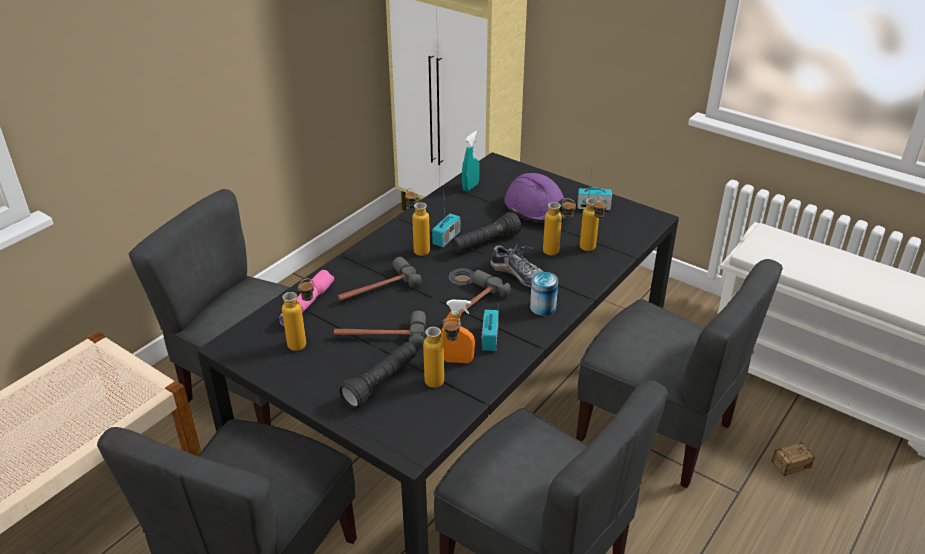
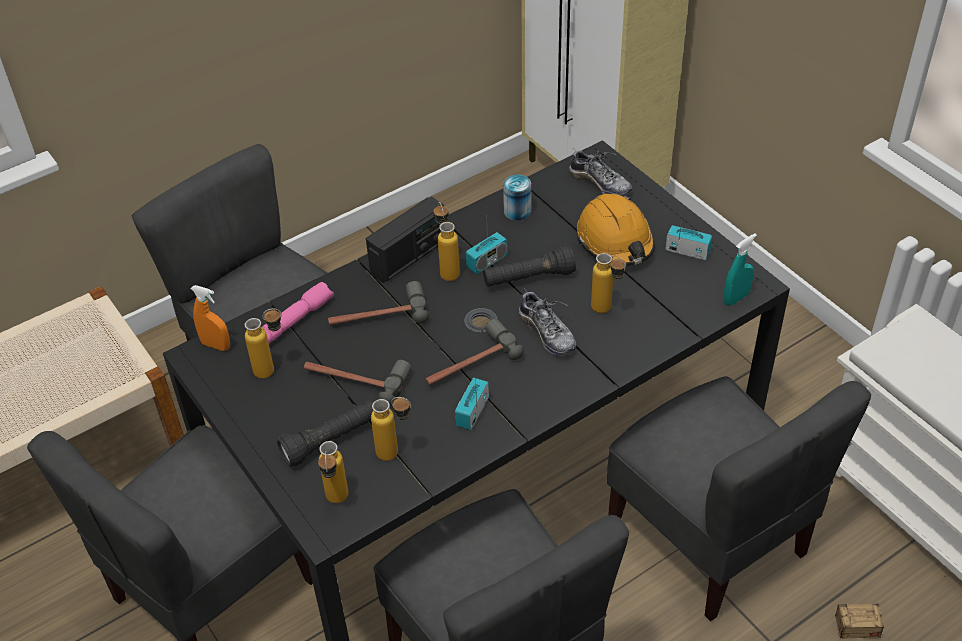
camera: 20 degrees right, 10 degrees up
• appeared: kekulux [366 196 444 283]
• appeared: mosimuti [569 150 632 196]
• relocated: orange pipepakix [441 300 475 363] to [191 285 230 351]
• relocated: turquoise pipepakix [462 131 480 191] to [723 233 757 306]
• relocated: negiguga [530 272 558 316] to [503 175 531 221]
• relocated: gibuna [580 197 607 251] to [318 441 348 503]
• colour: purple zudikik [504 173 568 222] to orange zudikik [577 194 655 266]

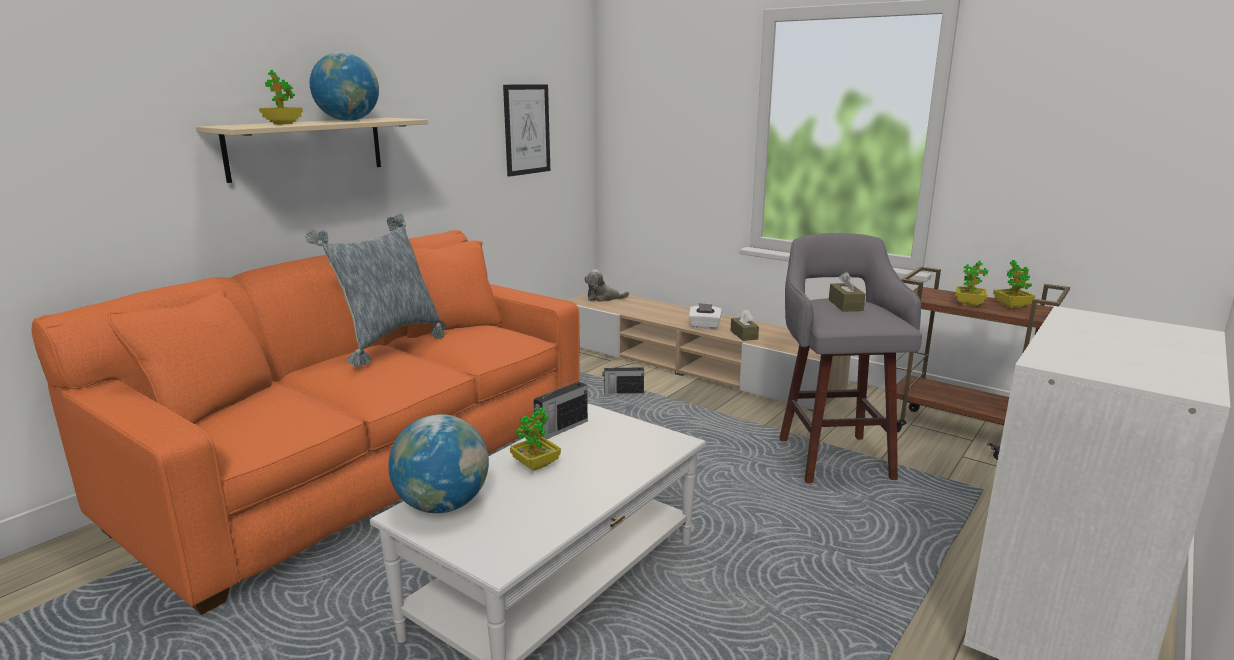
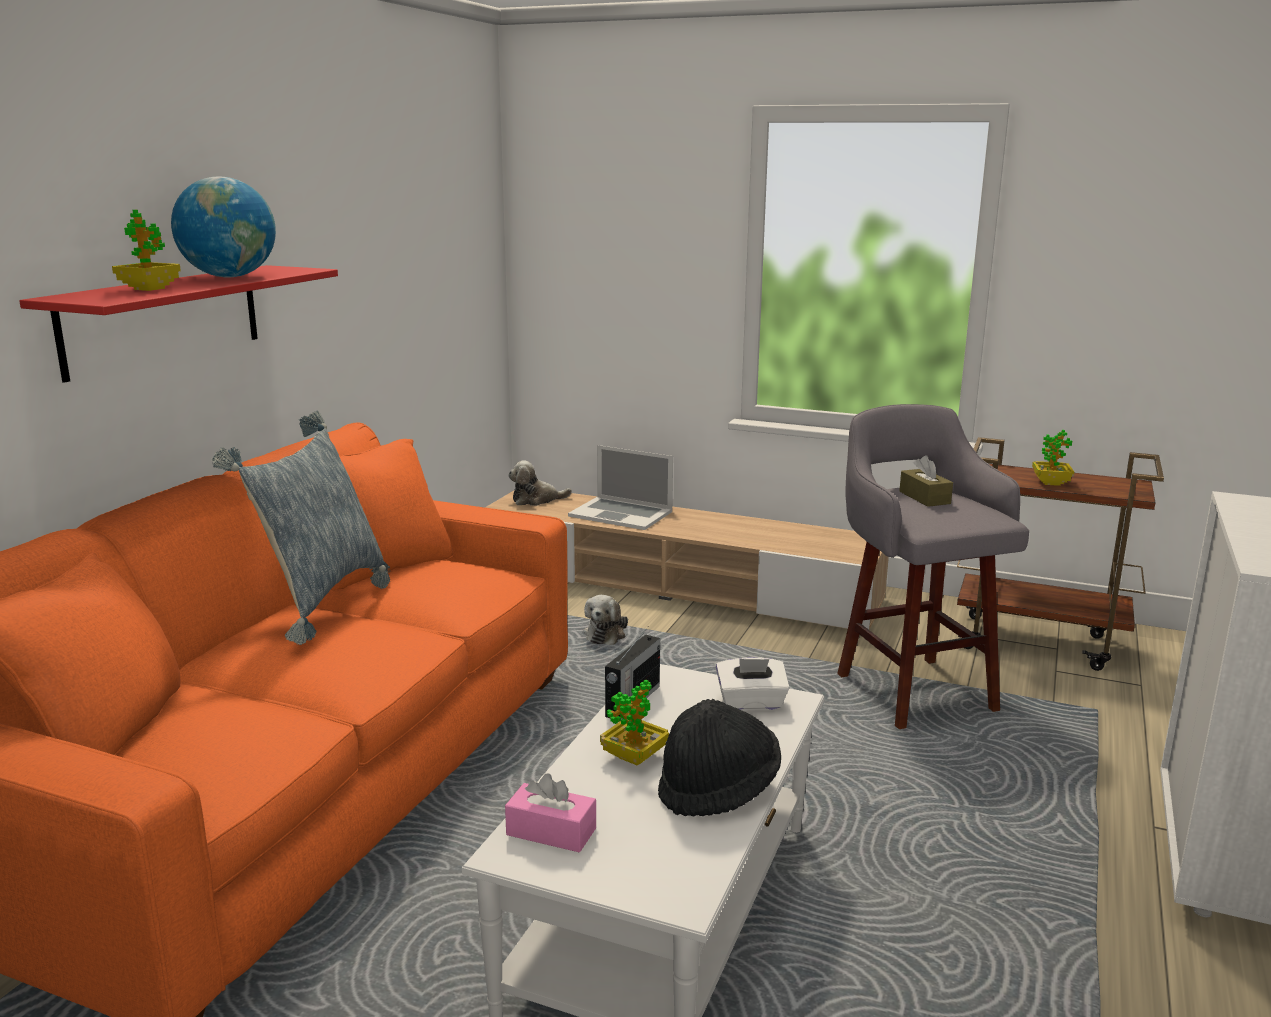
camera: 15 degrees left, 0 degrees up
• missing: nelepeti [503 84 550 177]
• missing: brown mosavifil [731 309 759 341]
• missing: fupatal [993 260 1035 308]
• appeared: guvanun [568 445 673 530]
• appeared: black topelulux [658 699 781 816]
• relocated: white mosavifil [689 303 722 329] to [716 657 789 711]
• exchanged: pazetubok [388 414 489 513] to pink mosavifil [505 773 596 853]
• exchanged: kekulux [603 362 644 395] to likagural [582 595 628 645]
• colour: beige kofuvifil [196 118 428 183] to red kofuvifil [19 265 338 383]

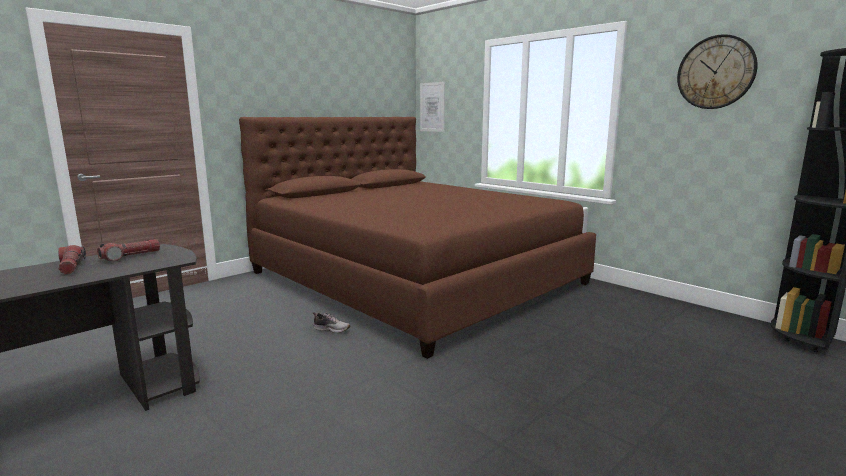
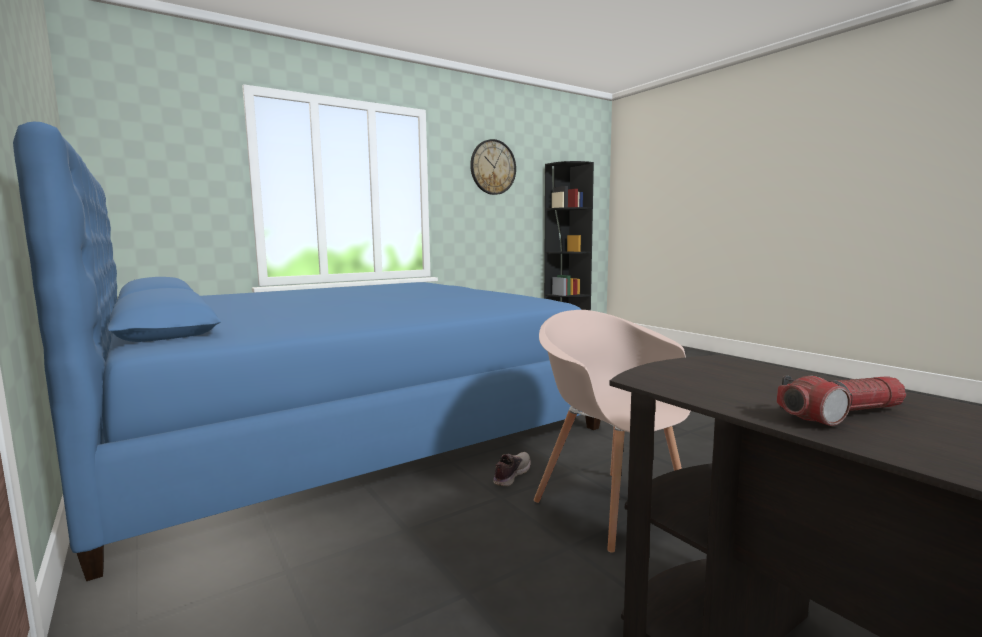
camera: 80 degrees left, 5 degrees down
• missing: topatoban [97 239 160 261]
• missing: nelepeti [420 82 445 132]
• appeared: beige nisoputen [534 310 691 553]
• colour: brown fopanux [239 117 596 359] to blue fopanux [13 122 601 581]

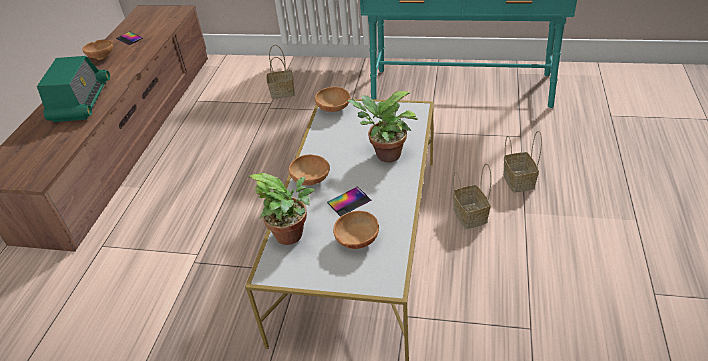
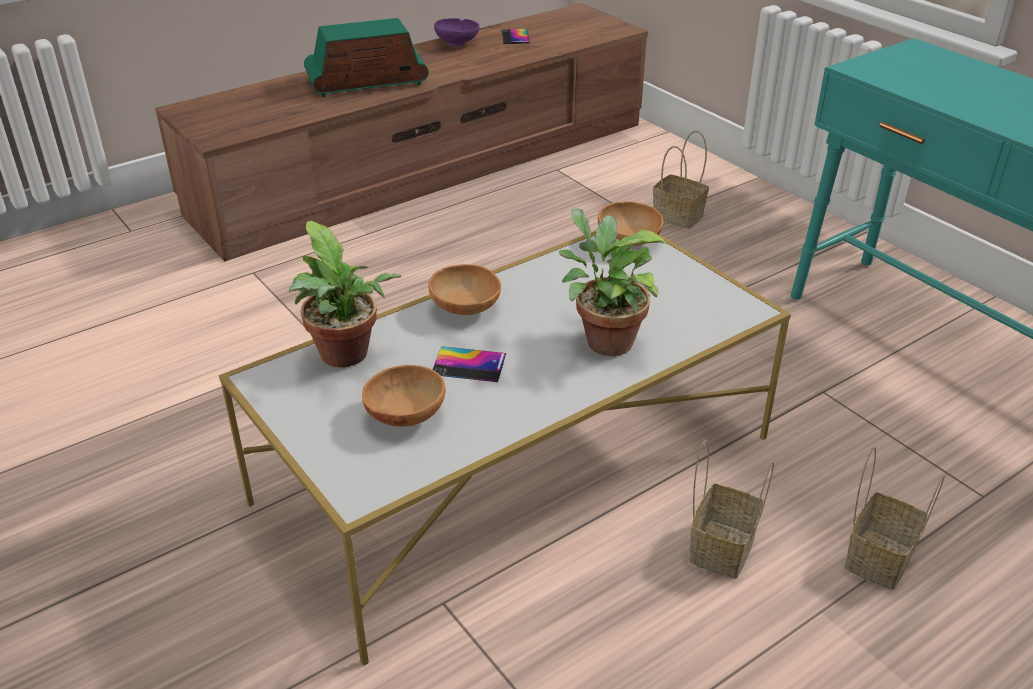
camera: 40 degrees right, 5 degrees down
• colour: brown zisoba [82 39 113 60] to purple zisoba [434 18 479 46]
• spun: kekulux [37 56 110 122] = [304 18 429 97] 150 degrees counterclockwise

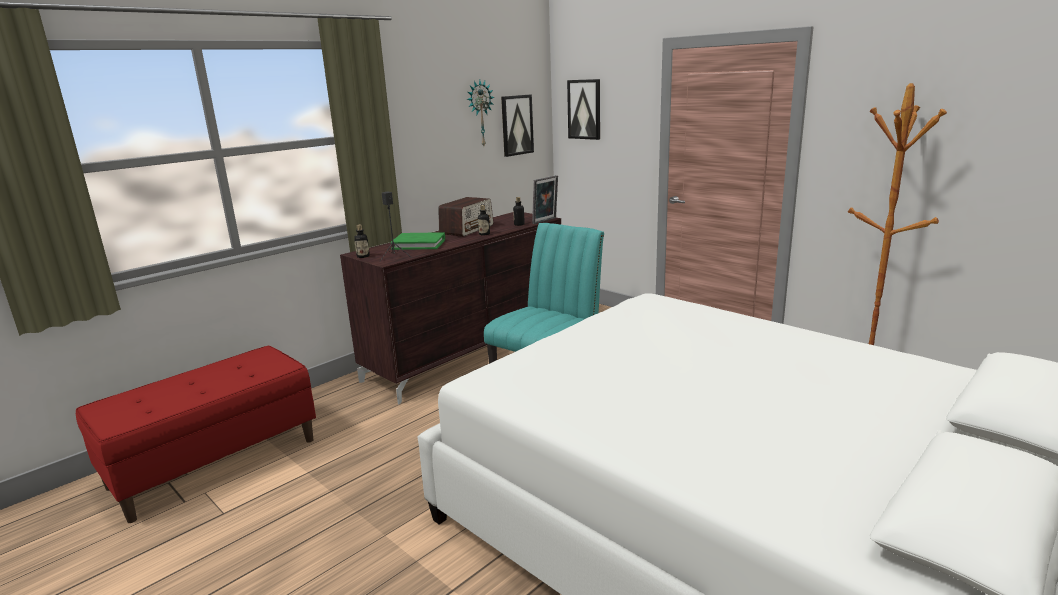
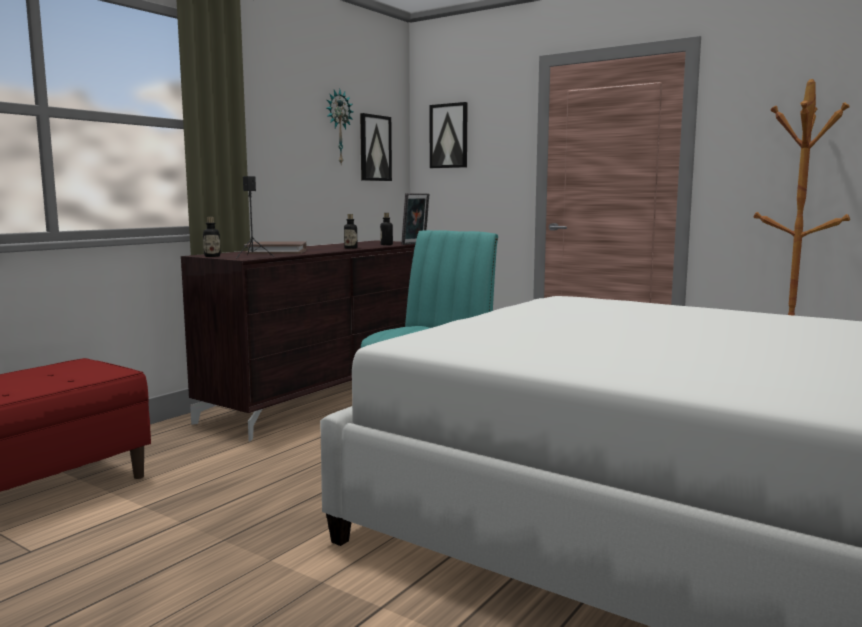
camera: 10 degrees left, 10 degrees down
• missing: kekulux [438 197 494 236]
• colour: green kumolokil [391 232 445 250] to brown kumolokil [244 241 306 254]

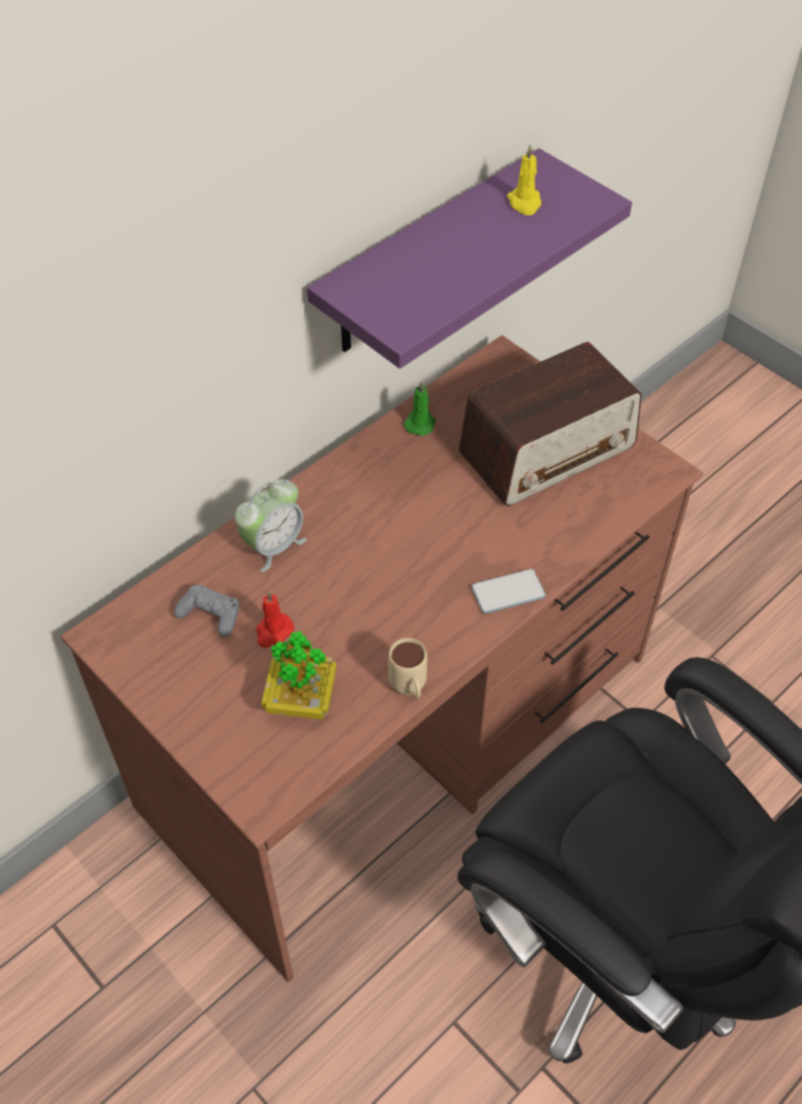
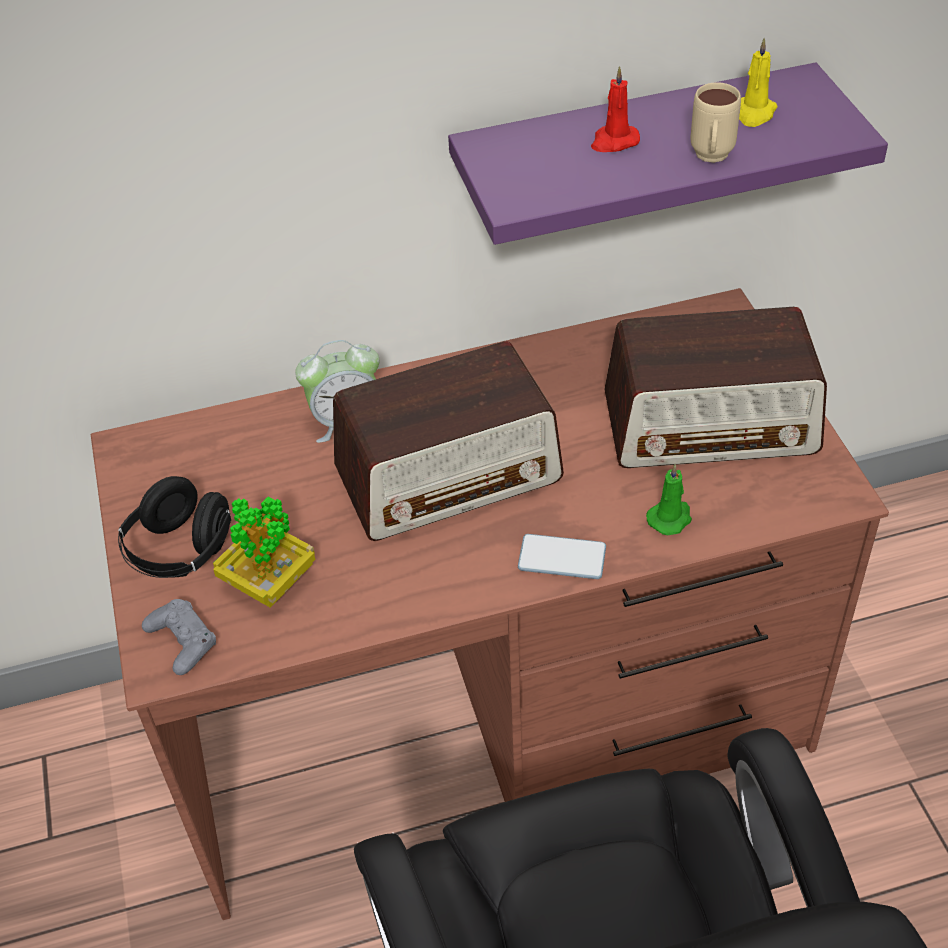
camera: 30 degrees right, 5 degrees down
• appeared: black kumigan [118 476 231 578]
• appeared: kekulux [333 341 564 541]
• relocated: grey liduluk [174 585 239 637] to [142 599 216 675]
• relocated: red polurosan [256 591 294 648] to [591 66 640 152]
• relocated: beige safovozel [388 638 427 698] to [691 82 741 163]
• relocated: green polurosan [404 381 436 436] to [646 464 692 535]

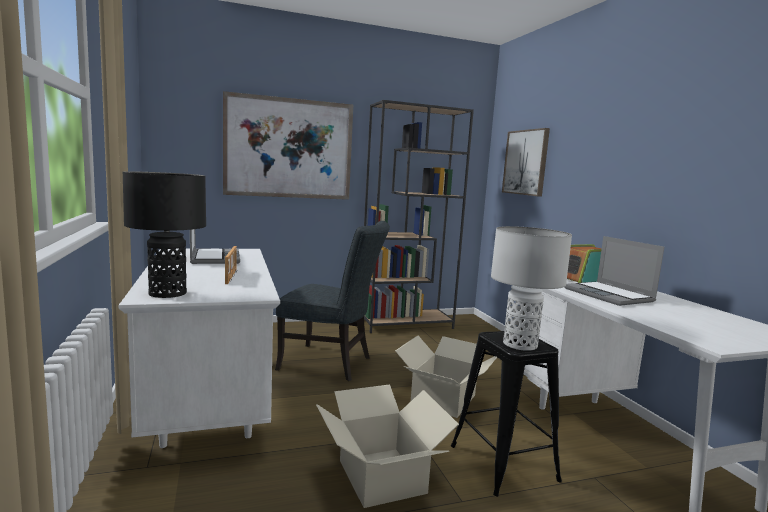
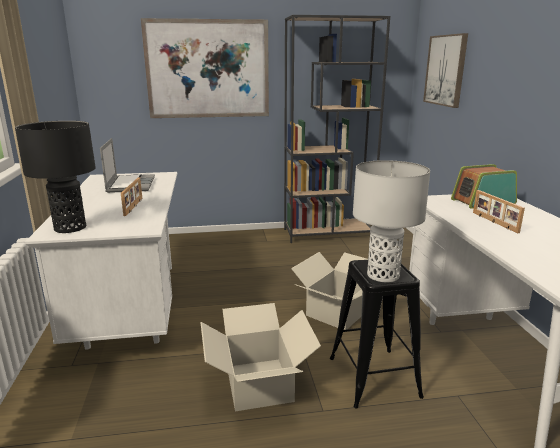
camera: 10 degrees right, 10 degrees up
• missing: grey nisoputen [275 221 390 381]
• exchanged: guvanun [565 236 664 306] to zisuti [473 190 525 233]

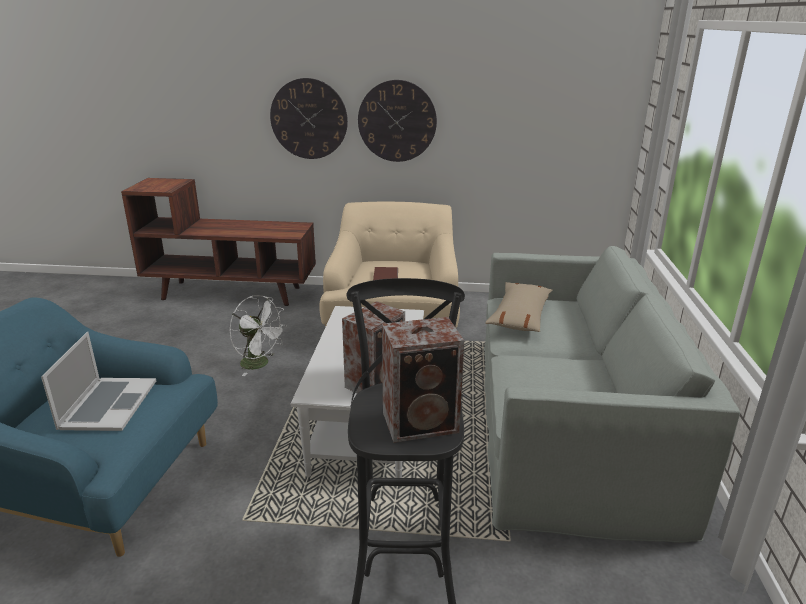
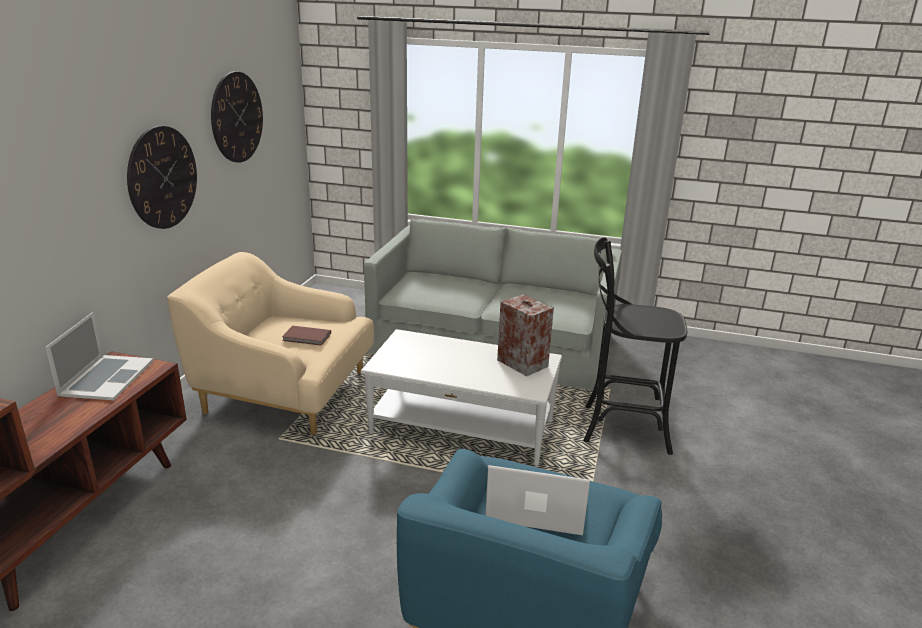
camera: 80 degrees left, 0 degrees up
• missing: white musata [229 295 288 376]
• missing: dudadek [382 317 464 443]
• missing: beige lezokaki [485 282 553 332]
• appeared: guvanun [45 312 153 400]
• relocated: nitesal [270 78 348 159] to [211 71 263 163]

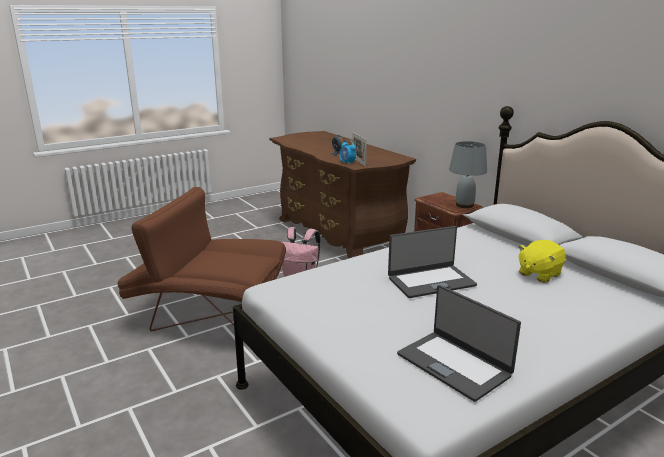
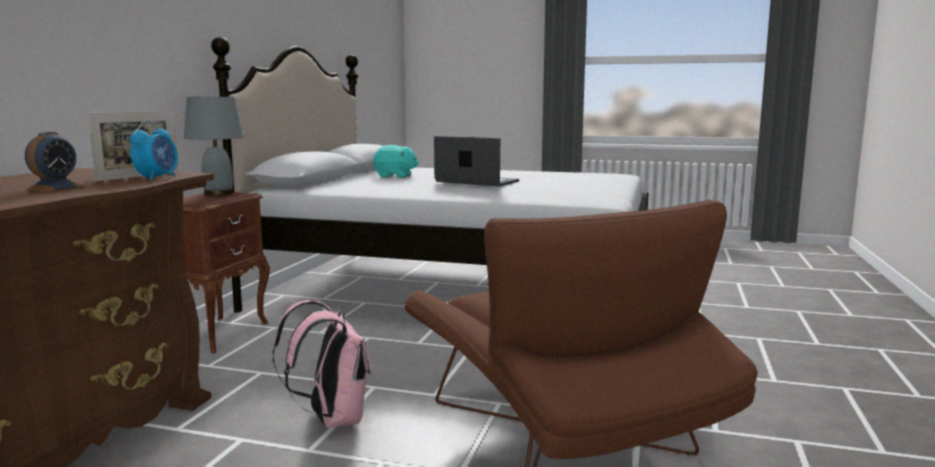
camera: 130 degrees left, 10 degrees down
• missing: guvanun [397 285 521 402]
• colour: yellow likagural [518 240 566 283] to turquoise likagural [373 145 419 178]

